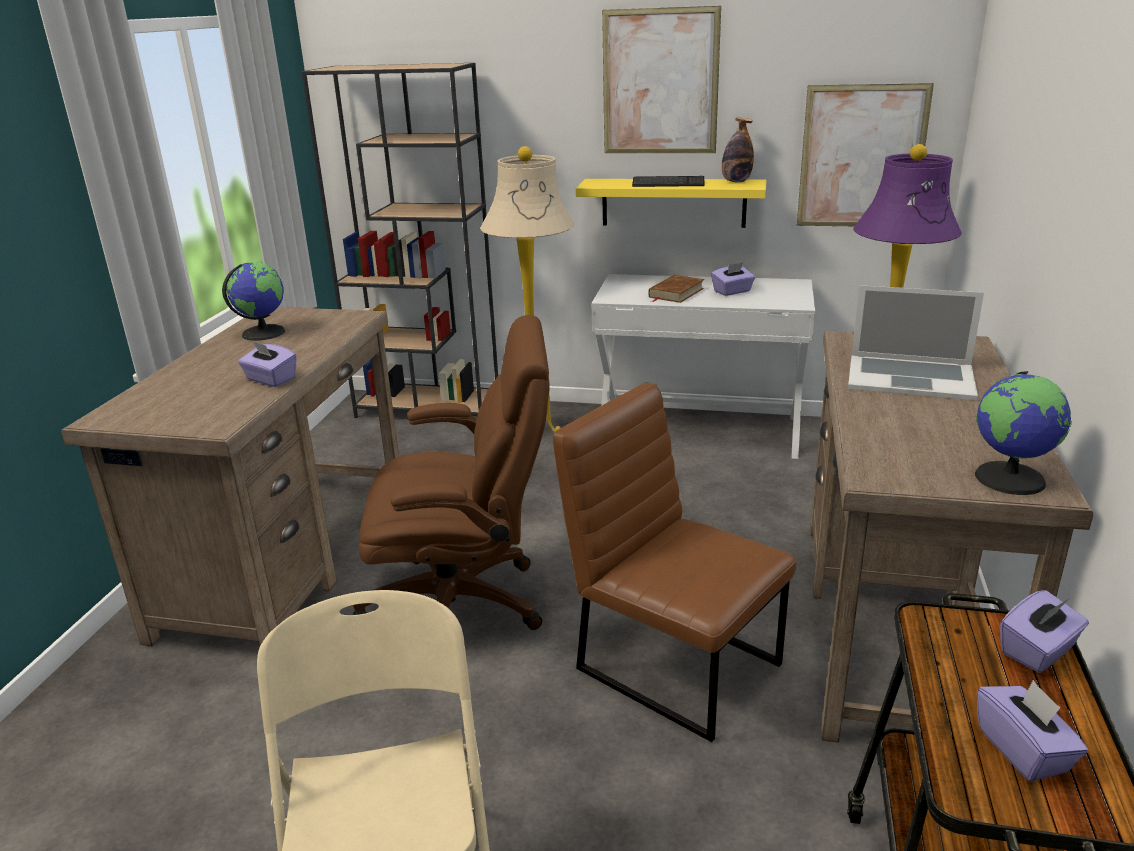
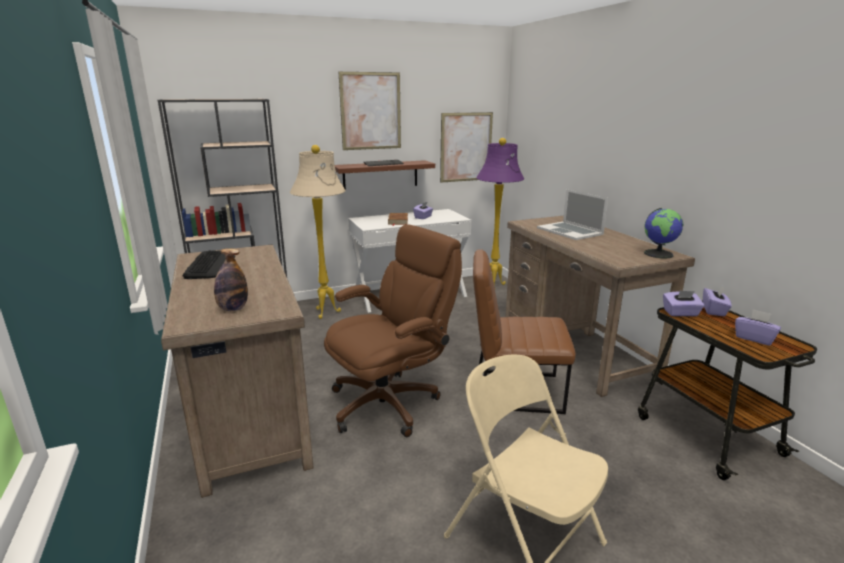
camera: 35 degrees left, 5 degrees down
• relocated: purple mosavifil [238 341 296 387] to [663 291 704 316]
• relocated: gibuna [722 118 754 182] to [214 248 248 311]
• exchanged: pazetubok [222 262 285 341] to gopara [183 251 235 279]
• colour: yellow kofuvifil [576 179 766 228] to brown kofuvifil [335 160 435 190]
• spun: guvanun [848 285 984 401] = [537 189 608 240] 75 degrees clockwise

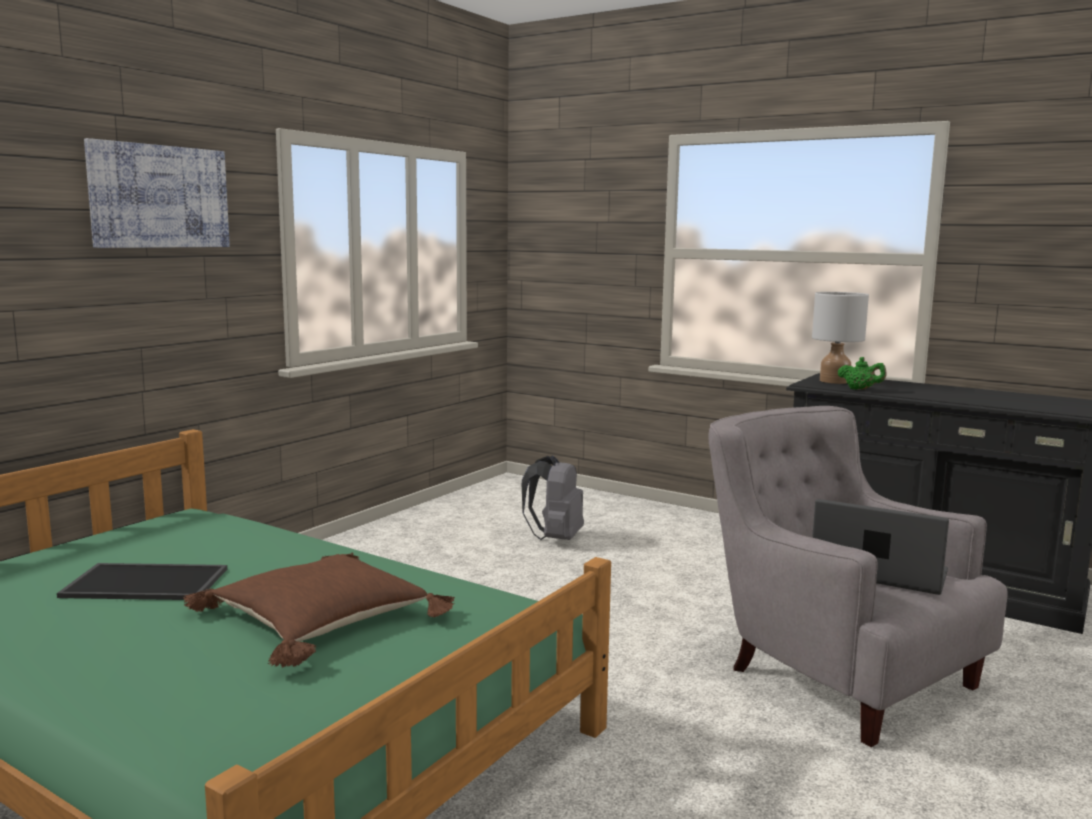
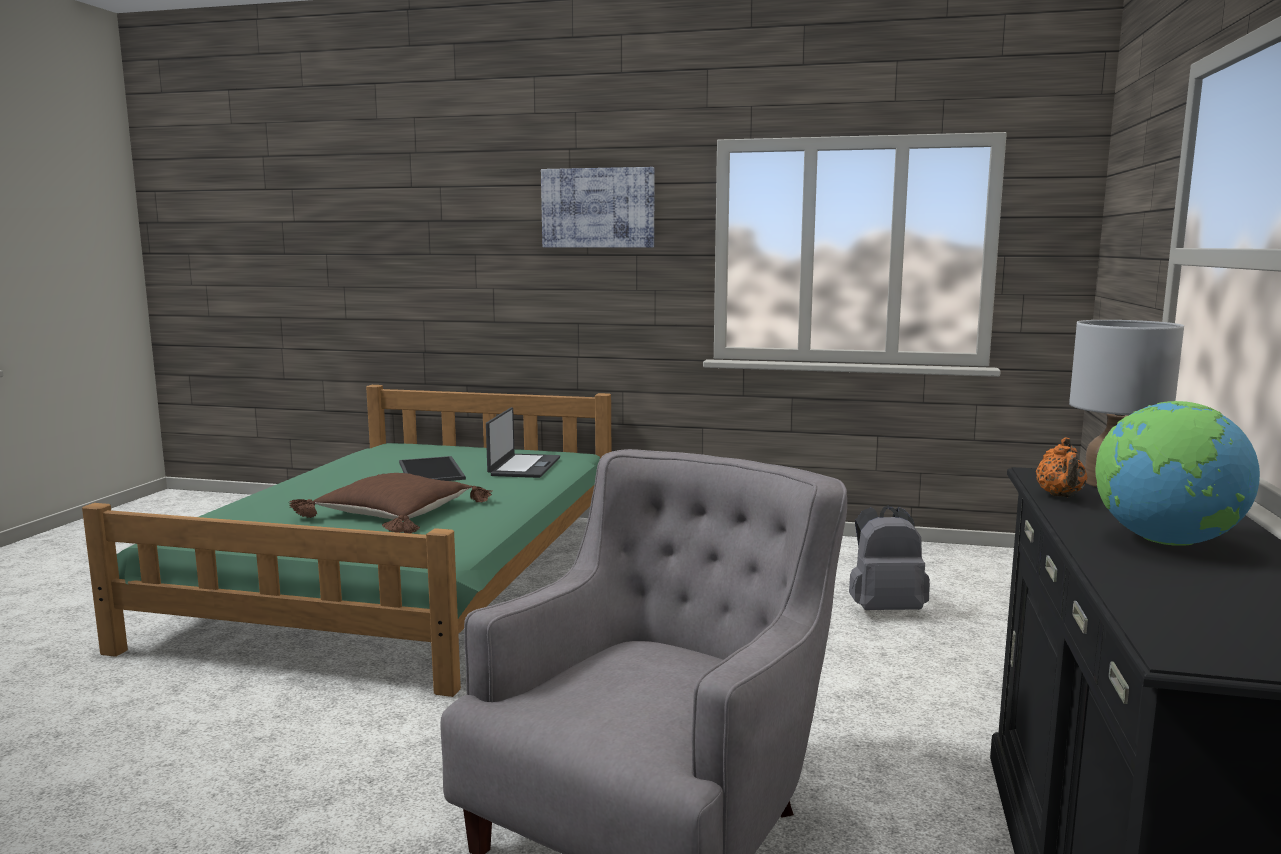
camera: 70 degrees right, 0 degrees up
• appeared: pazetubok [1095 401 1260 546]
• relocated: guvanun [812 499 949 595] to [486 407 560 478]
• colour: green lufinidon [838 357 887 390] to orange lufinidon [1036 438 1088 497]

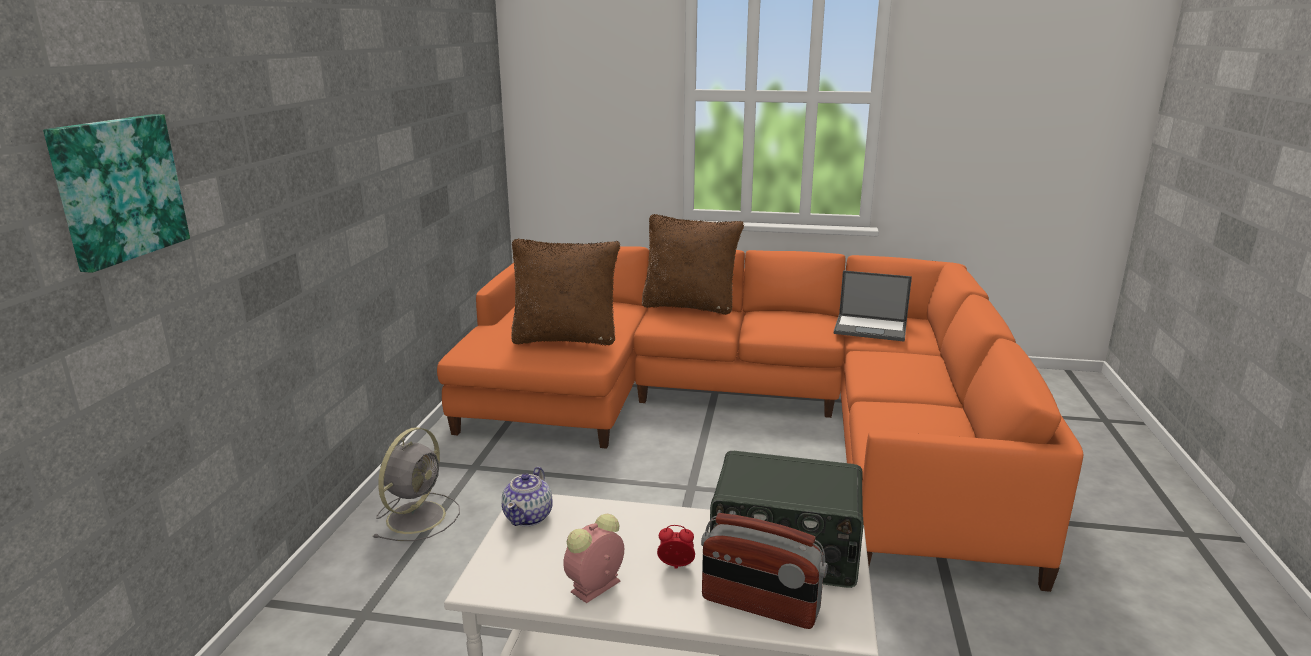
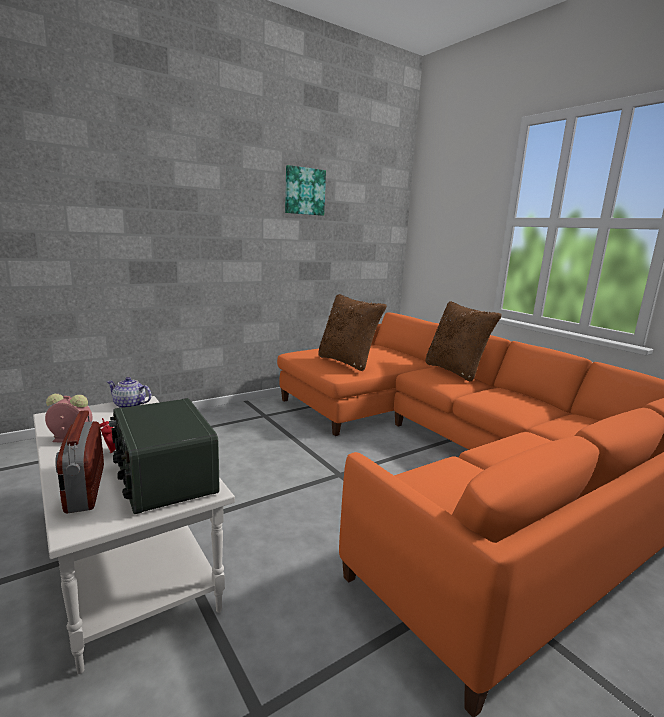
camera: 45 degrees right, 5 degrees down
• missing: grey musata [373 427 460 541]
• missing: guvanun [833 270 912 342]
• relocated: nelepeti [43 114 190 273] to [285 165 326 216]
• spun: lufinidon [502 467 553 526] = [107 377 152 408] 45 degrees clockwise

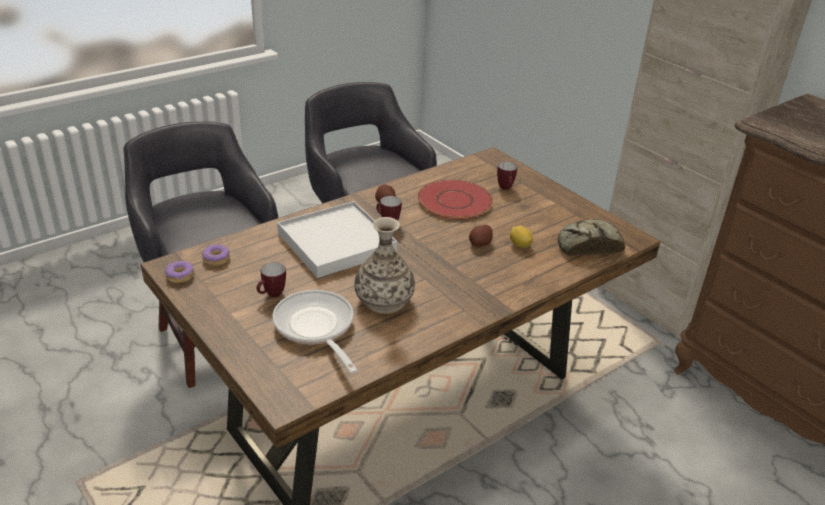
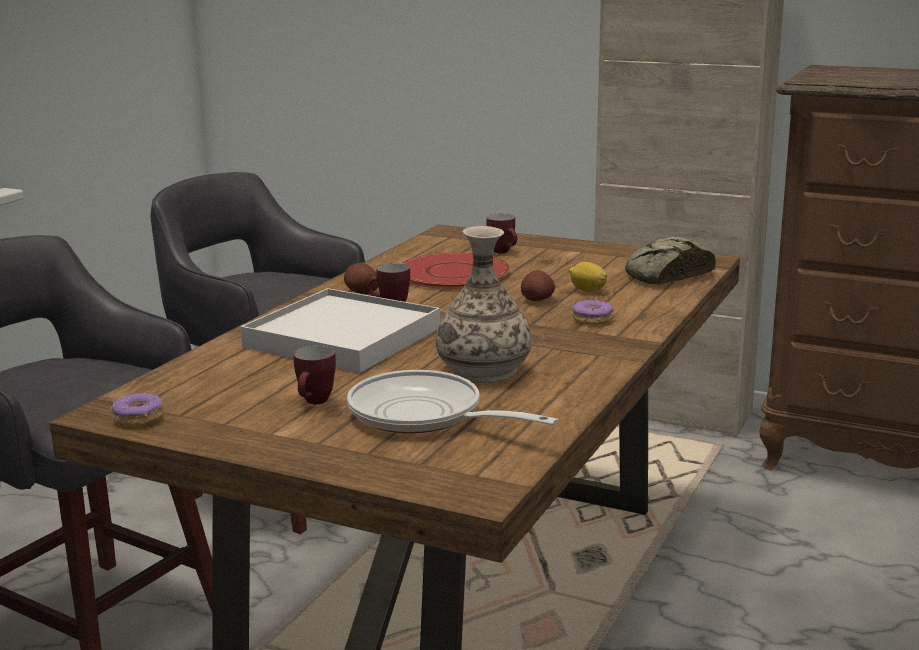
camera: 25 degrees left, 15 degrees down
• relocated: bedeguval [202 244 230 266] to [572 300 614 325]

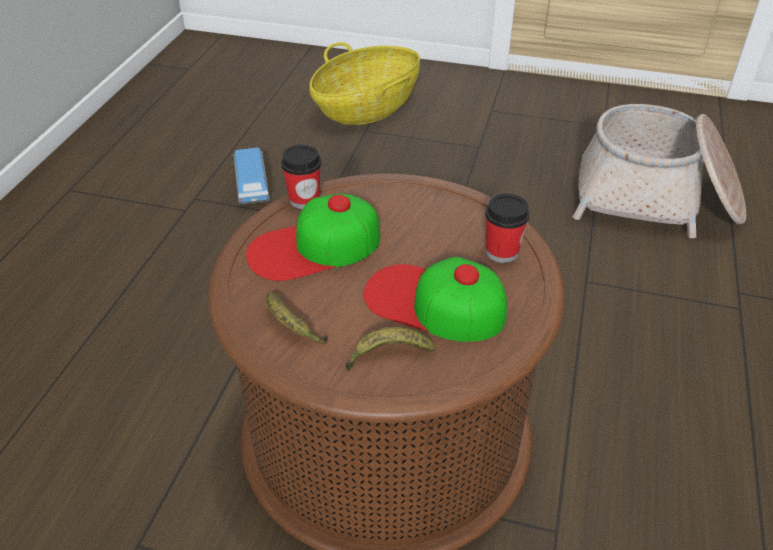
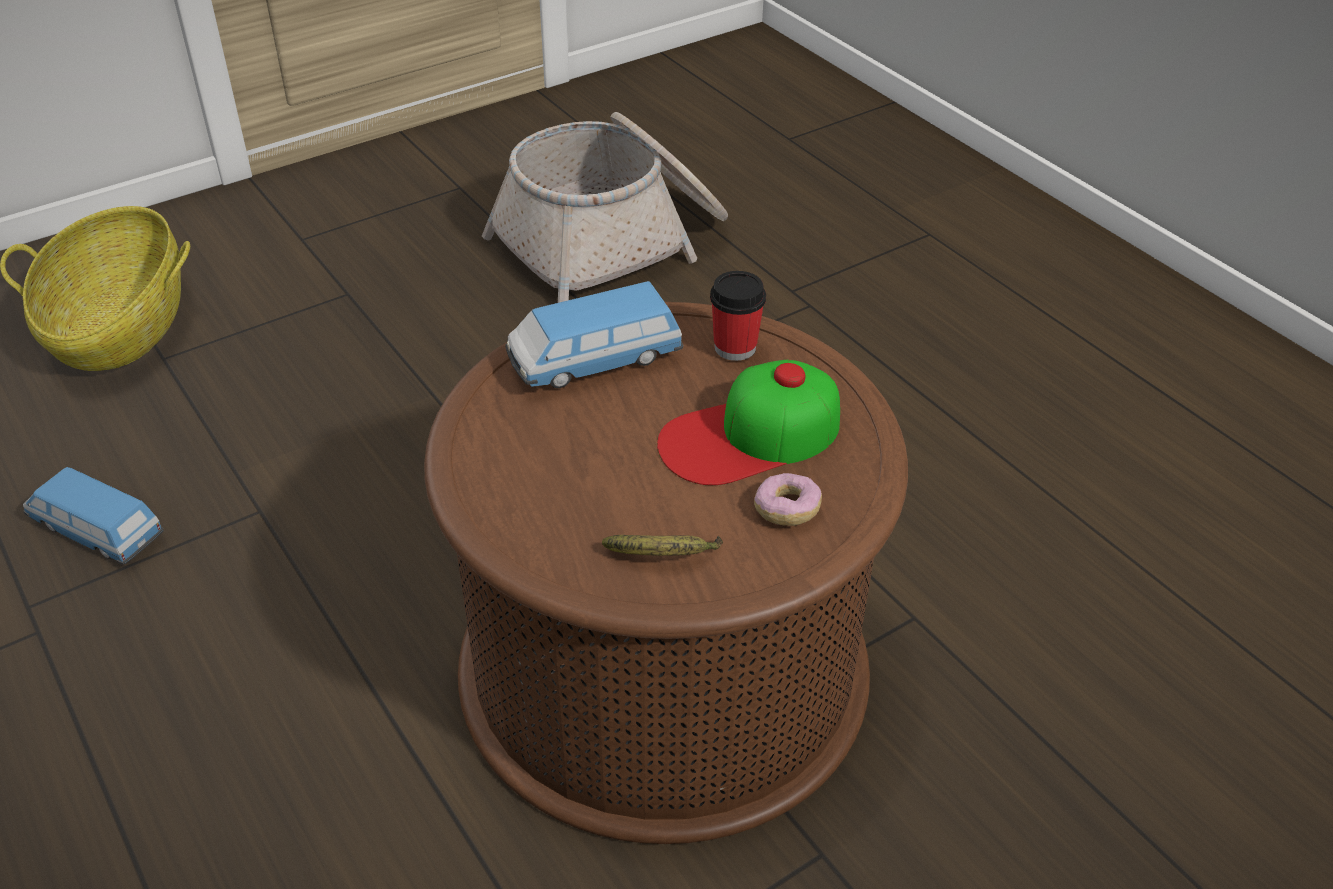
camera: 50 degrees left, 0 degrees up
• missing: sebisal [246 194 380 281]
• missing: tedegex [281 144 321 209]
• appeared: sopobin [505 281 683 388]
• exchanged: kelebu [346 327 435 371] to bedeguval [754 473 822 526]

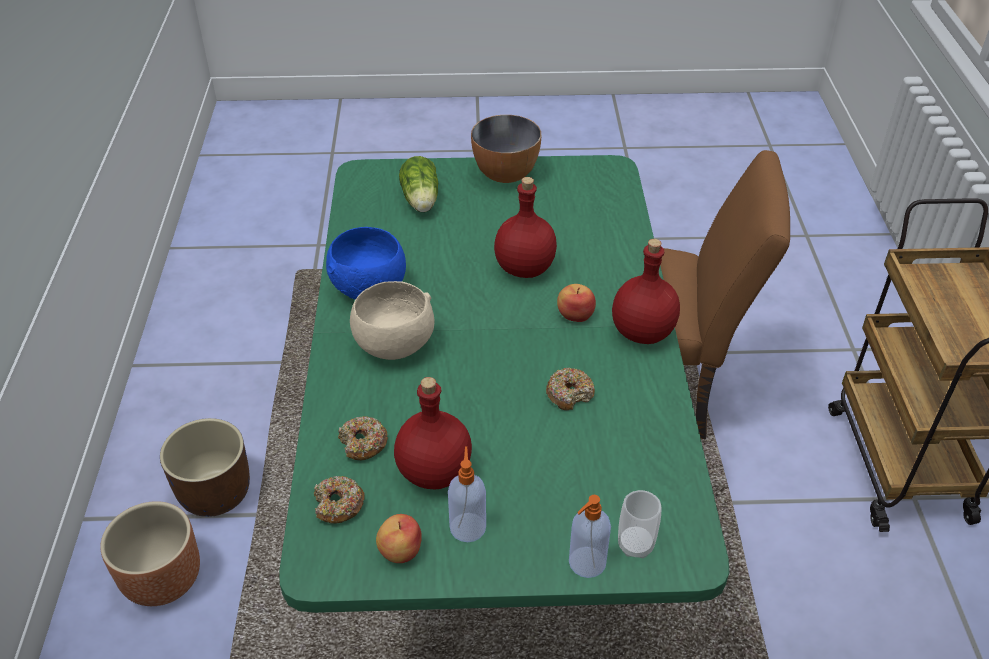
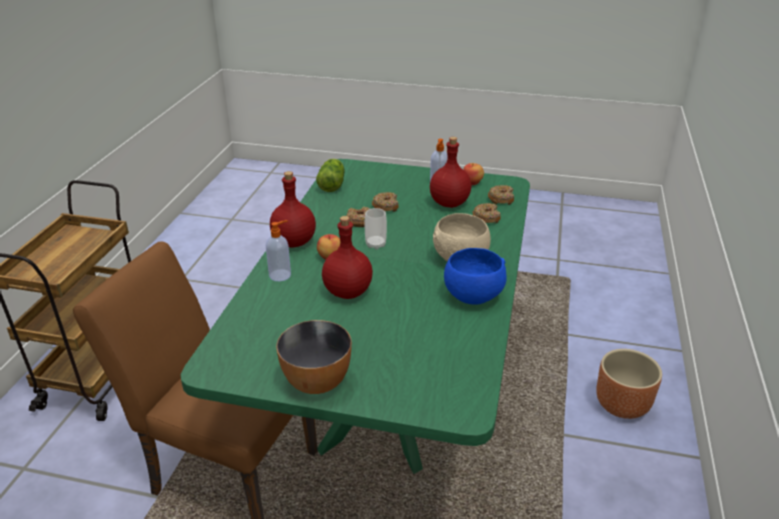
camera: 165 degrees left, 10 degrees down
• missing: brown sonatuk [160 418 250 517]
• appeared: bedeguval [372 192 399 212]
• relocated: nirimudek [399 156 438 212] to [316 159 345 192]
• relocated: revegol [569 495 611 578] to [266 220 291 281]
• relocated: tedegex [618 490 661 558] to [365 208 387 250]

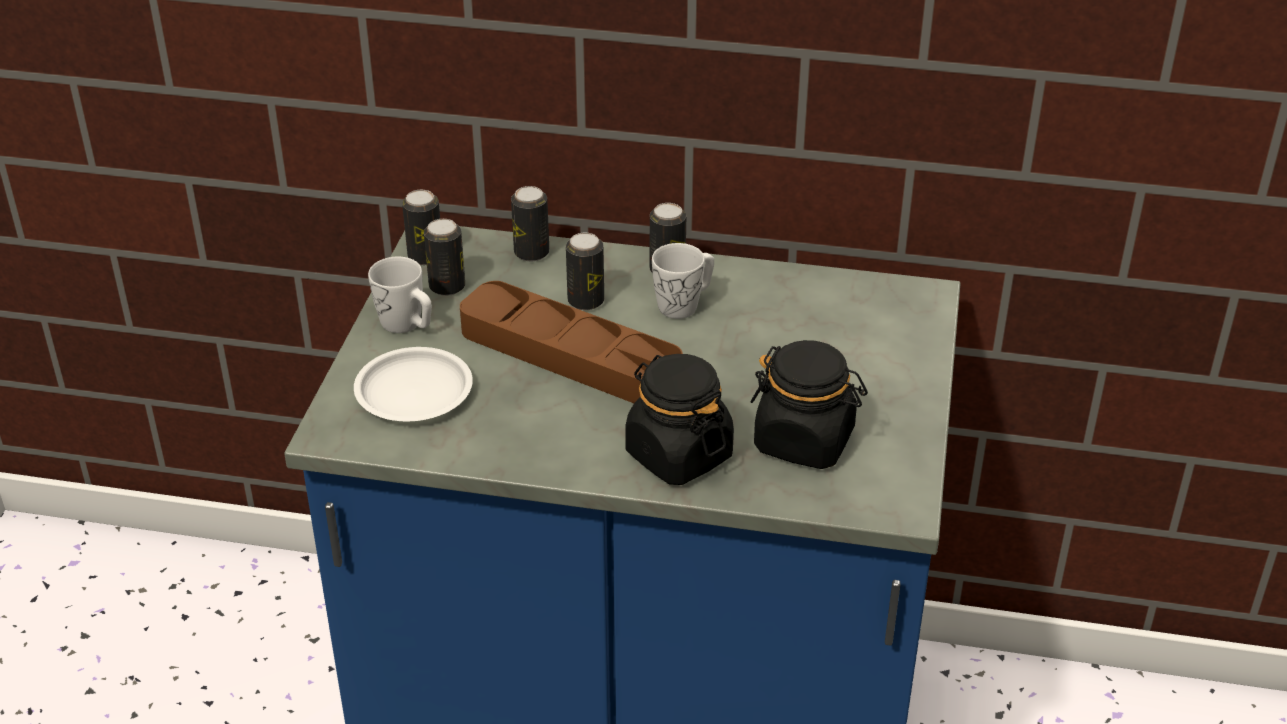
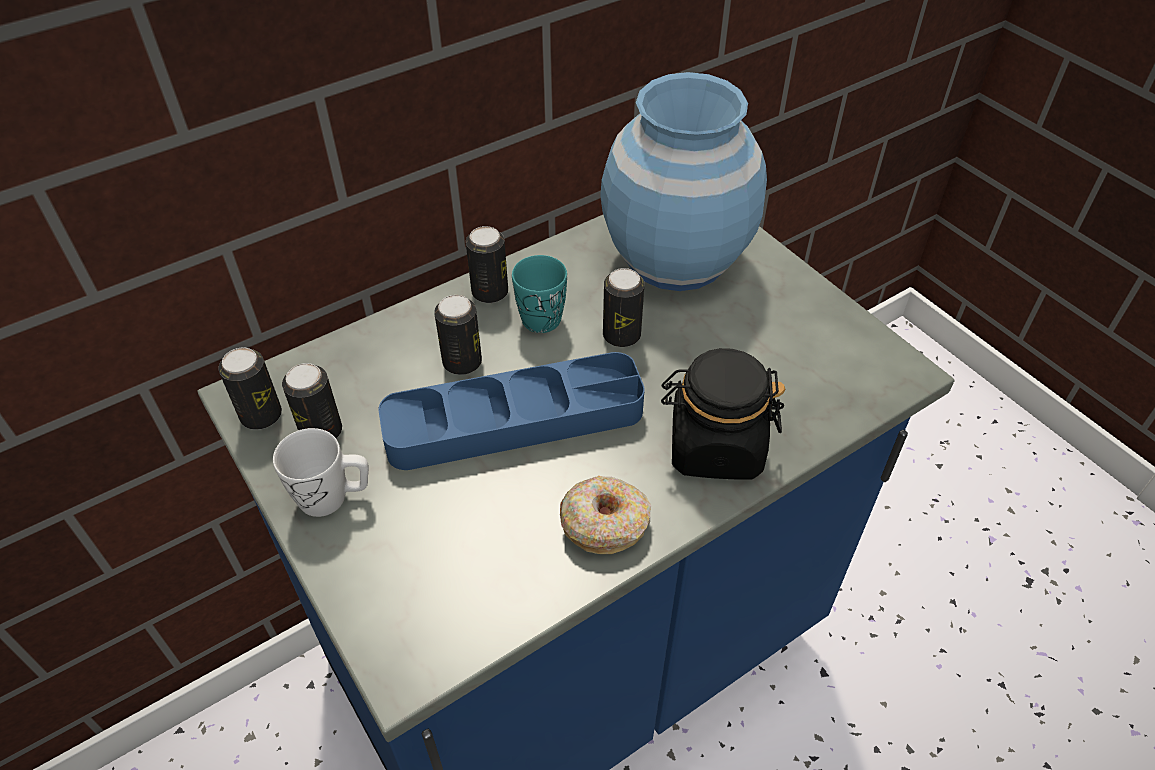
camera: 45 degrees left, 10 degrees up
• missing: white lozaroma [354 347 473 421]
• missing: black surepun [750 340 868 469]
• appeared: bedeguval [560 476 651 554]
• appeared: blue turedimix [600 72 767 291]
• relocated: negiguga [511 186 549 261] to [603 268 645 347]
• colour: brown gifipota [460 281 683 403] to blue gifipota [379 352 645 470]
• colour: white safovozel [652 243 714 319] to turquoise safovozel [512 255 567 333]

